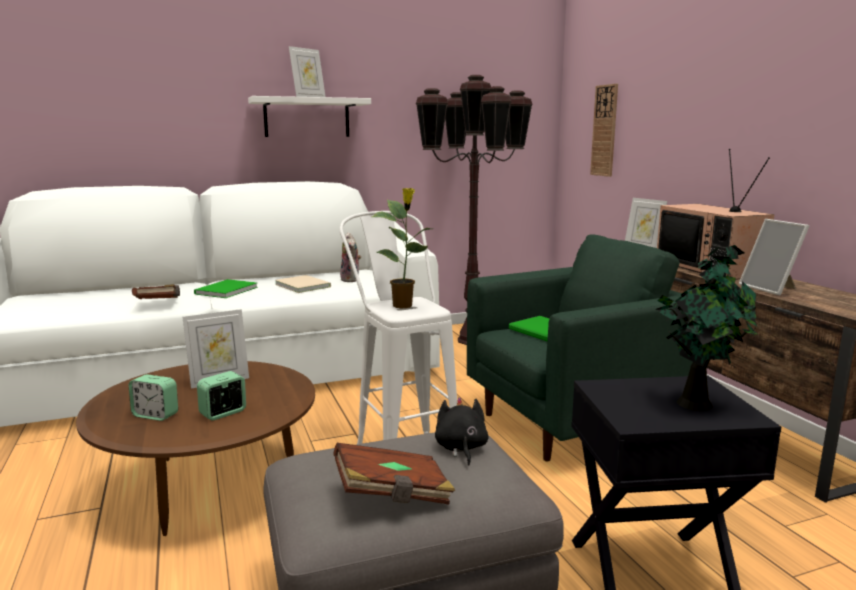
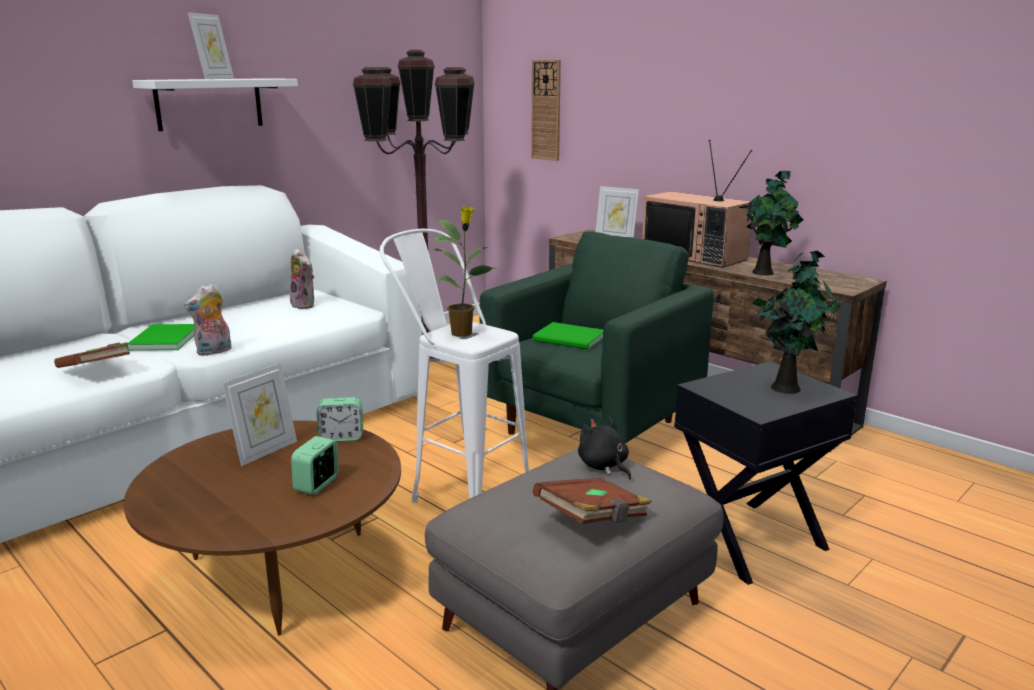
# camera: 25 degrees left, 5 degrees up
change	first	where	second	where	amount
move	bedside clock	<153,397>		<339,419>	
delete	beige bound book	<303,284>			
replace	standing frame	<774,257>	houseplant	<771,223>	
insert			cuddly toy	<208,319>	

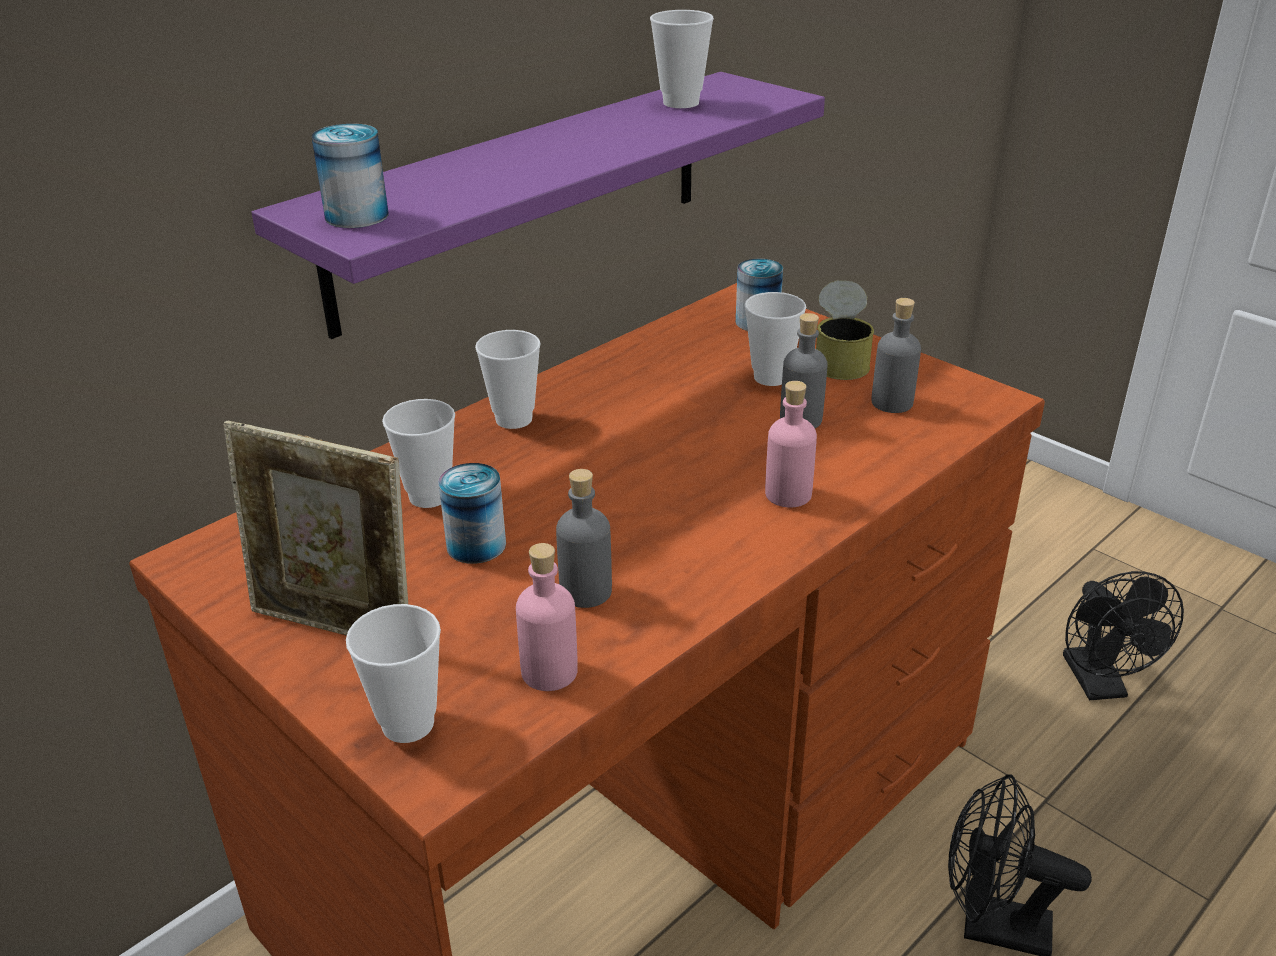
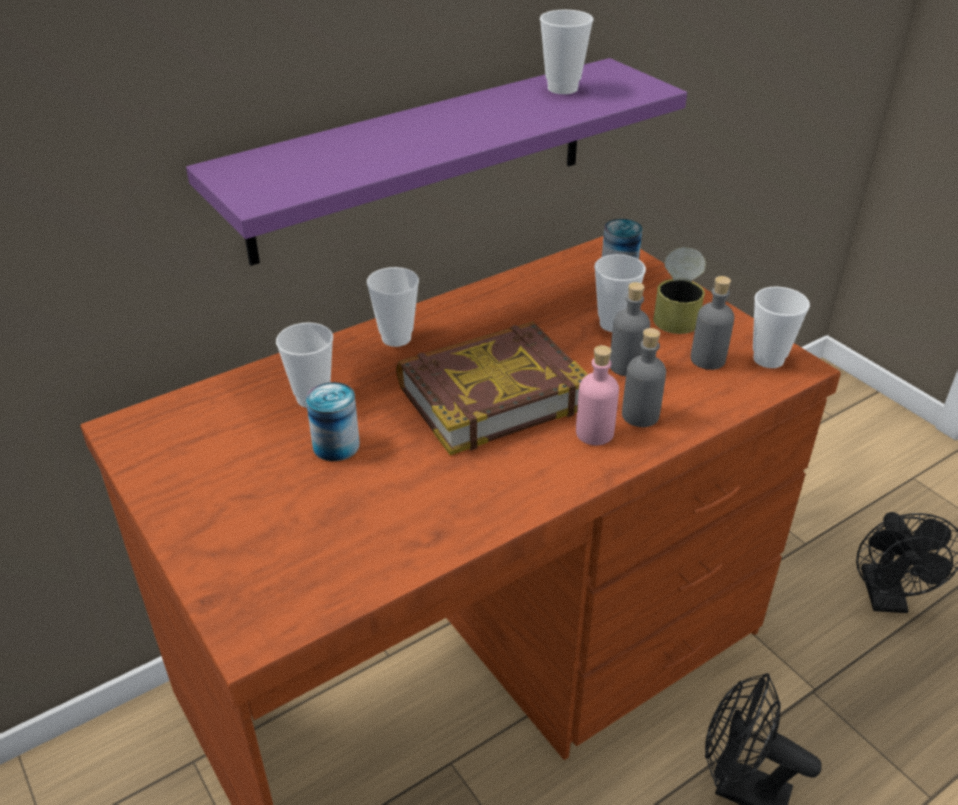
# camera: 10 degrees right, 5 degrees up
change	first	where	second	where	amount
delete	standing frame	<315,528>			
delete	metal can	<350,176>			
move	cup	<393,673>		<781,327>	
delete	pink beverage bottle	<547,617>			
move	grey beverage bottle	<584,538>		<644,377>	
insert			bound book	<492,388>	

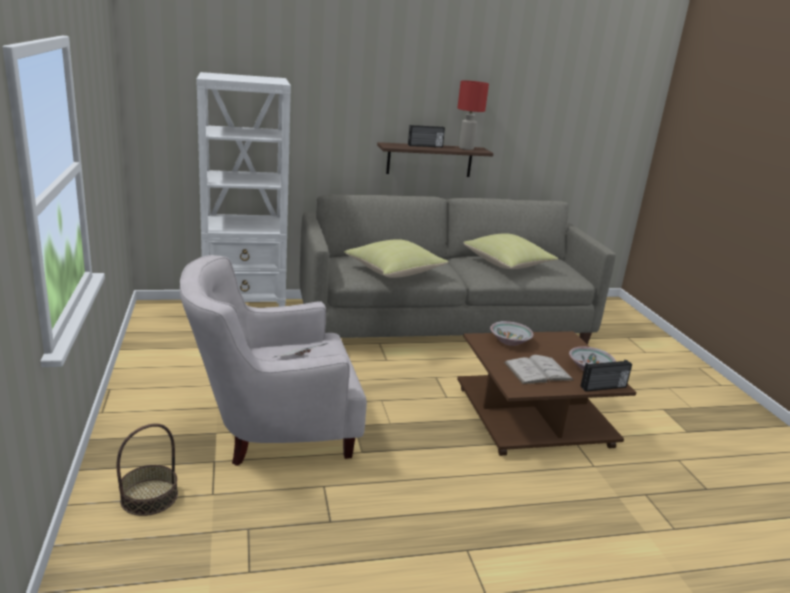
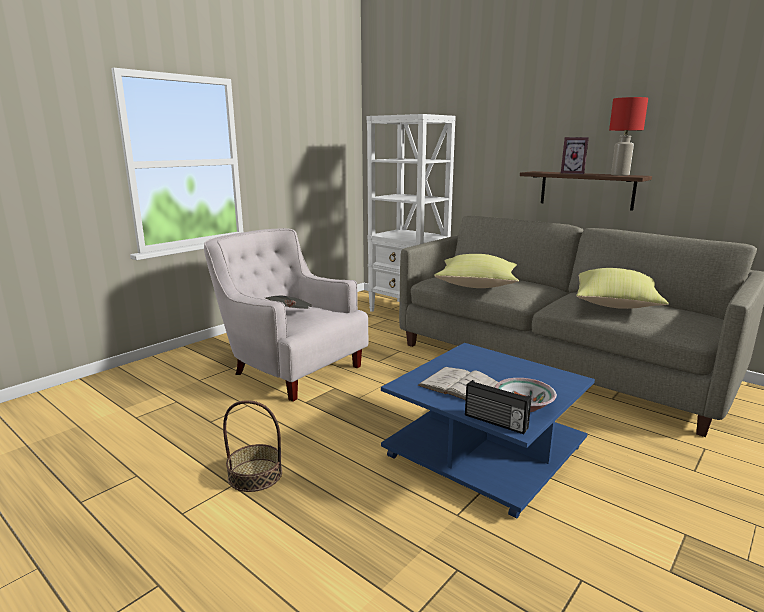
# camera: 55 degrees right, 5 degrees down
change	first	where	second	where	amount
move	basket	<147,470>		<252,446>	
replace	radio set	<426,136>	standing frame	<575,155>	
recolor	brownish low table	<547,393>	blue low table	<488,431>	
delete	serving bowl	<512,333>			

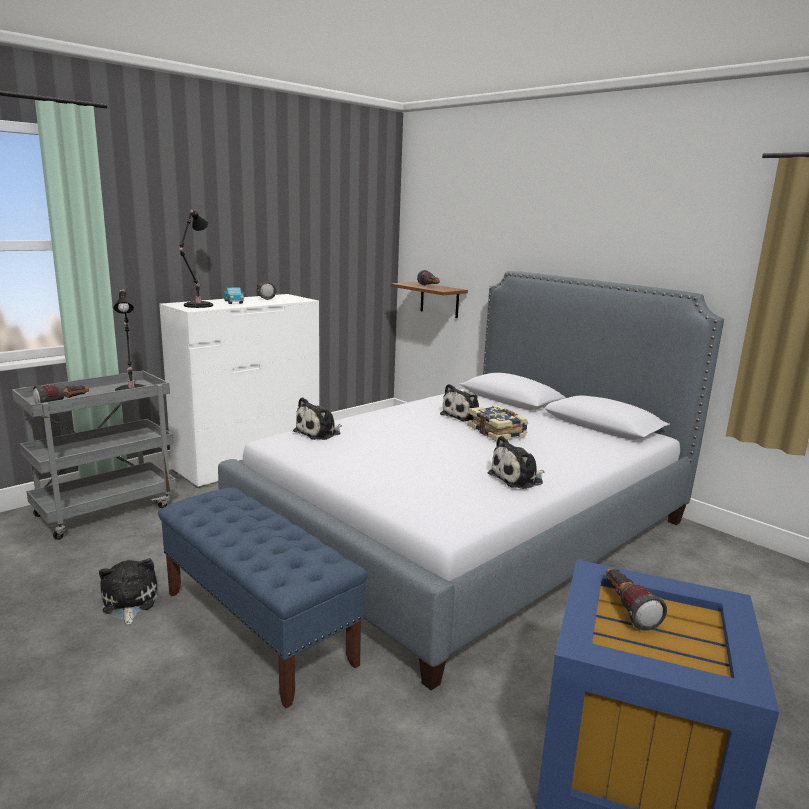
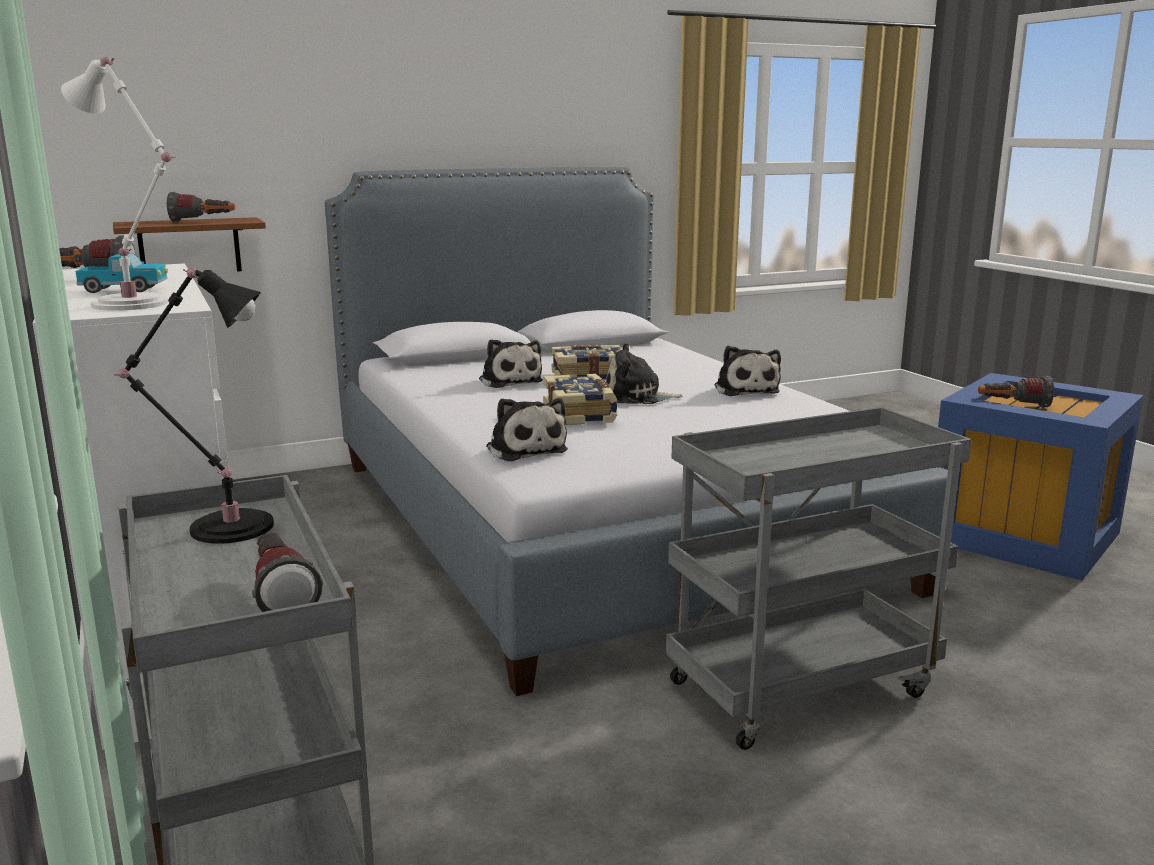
# camera: 70 degrees left, 0 degrees up
change	first	where	second	where	amount
move	cuddly toy	<128,591>		<644,373>	
replace	blue long seat	<263,598>	grey wheeled cart	<818,578>	
recolor	black-coloured tabletop lamp	<196,259>	white tabletop lamp	<118,184>	
insert			bound book	<580,399>	

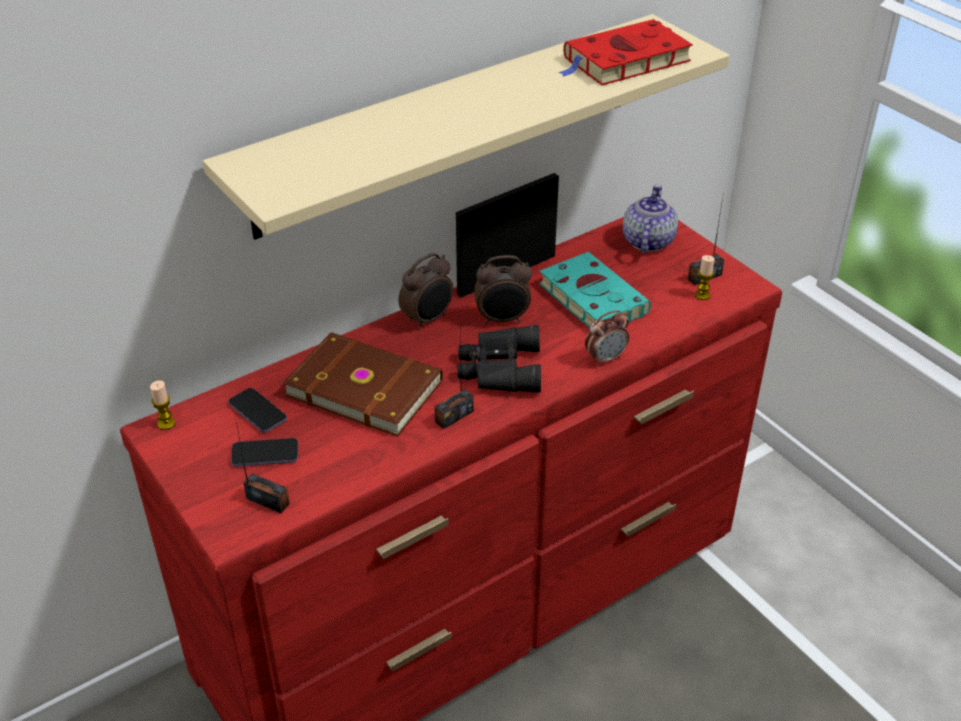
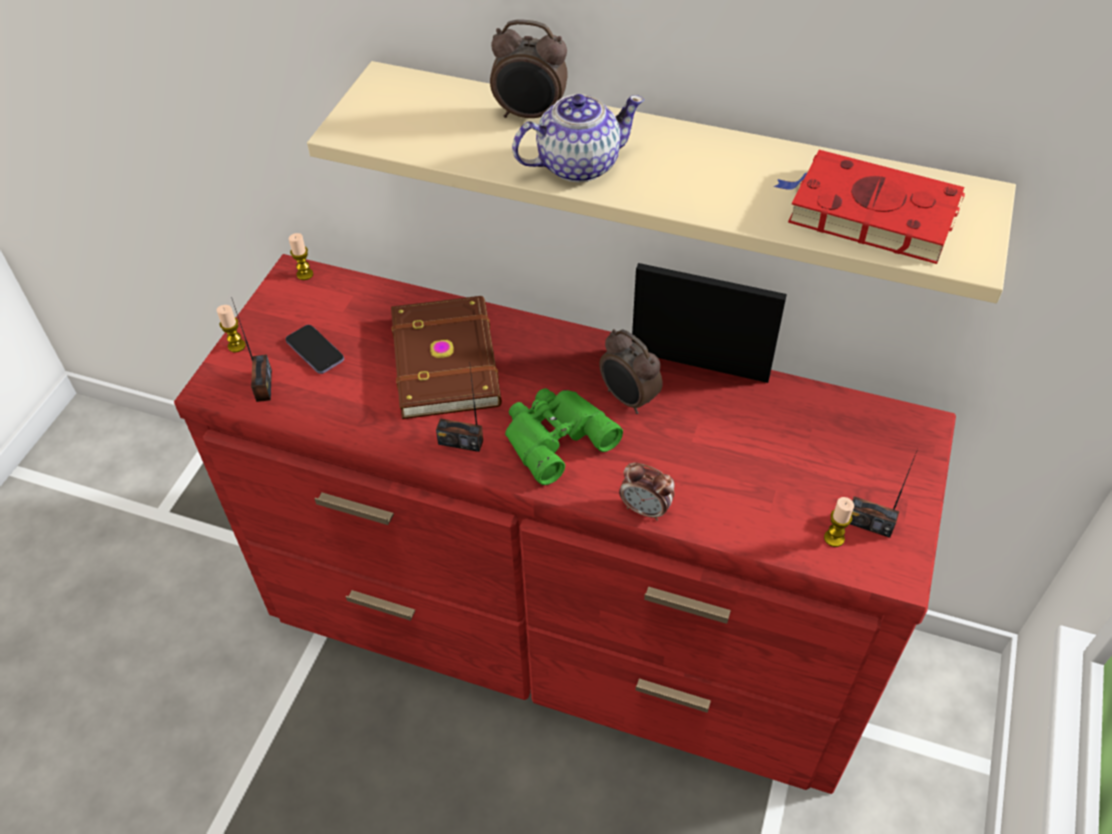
# camera: 55 degrees right, 10 degrees up
change	first	where	second	where	amount
delete	handset	<257,410>			
move	bedside clock	<425,291>		<529,69>	
recolor	black-coloured binoculars	<499,359>	green binoculars	<564,436>	
delete	turquoise bound book	<595,290>			
move	teapot	<650,218>		<578,138>	
insert			wax candle	<231,328>	

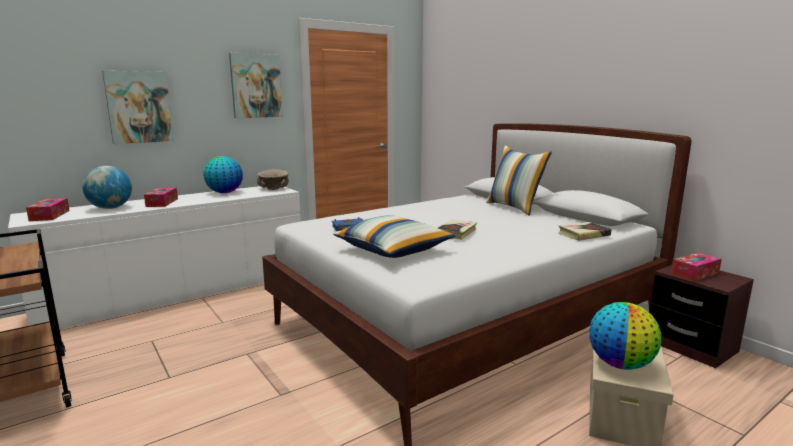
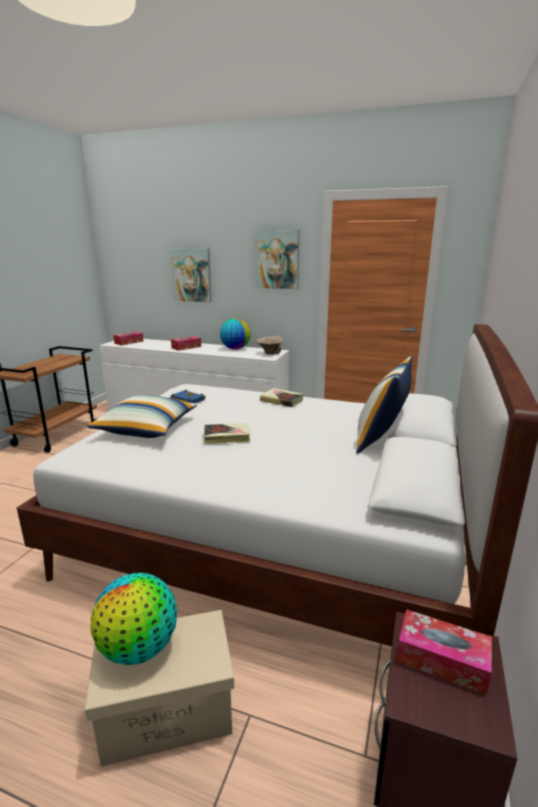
# camera: 55 degrees right, 5 degrees up
change	first	where	second	where	amount
delete	world globe	<107,187>			
move	bound book	<585,231>		<282,397>	

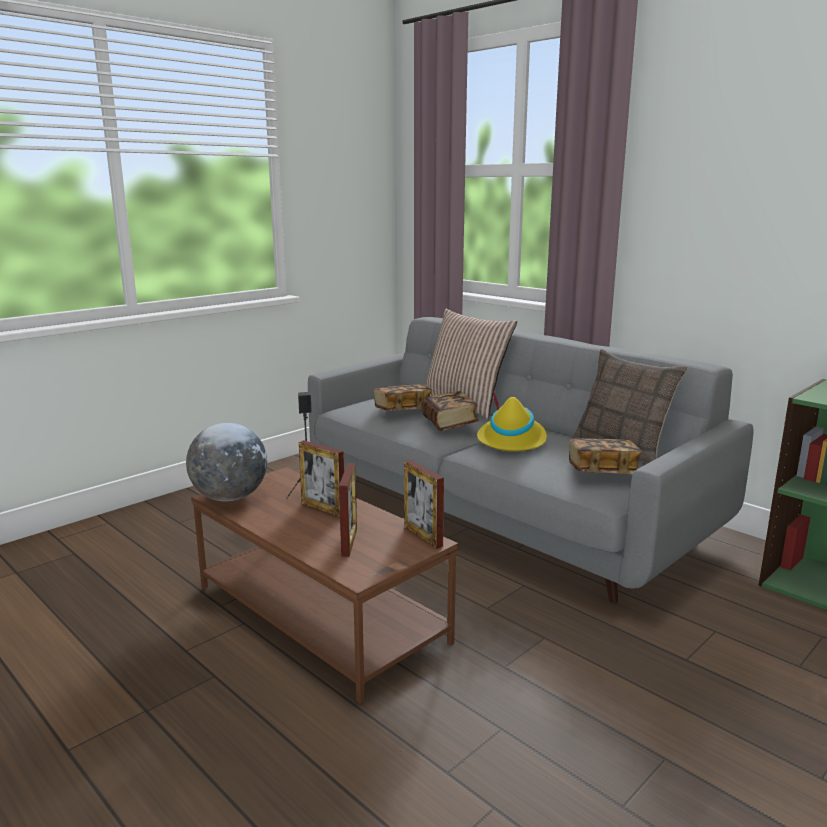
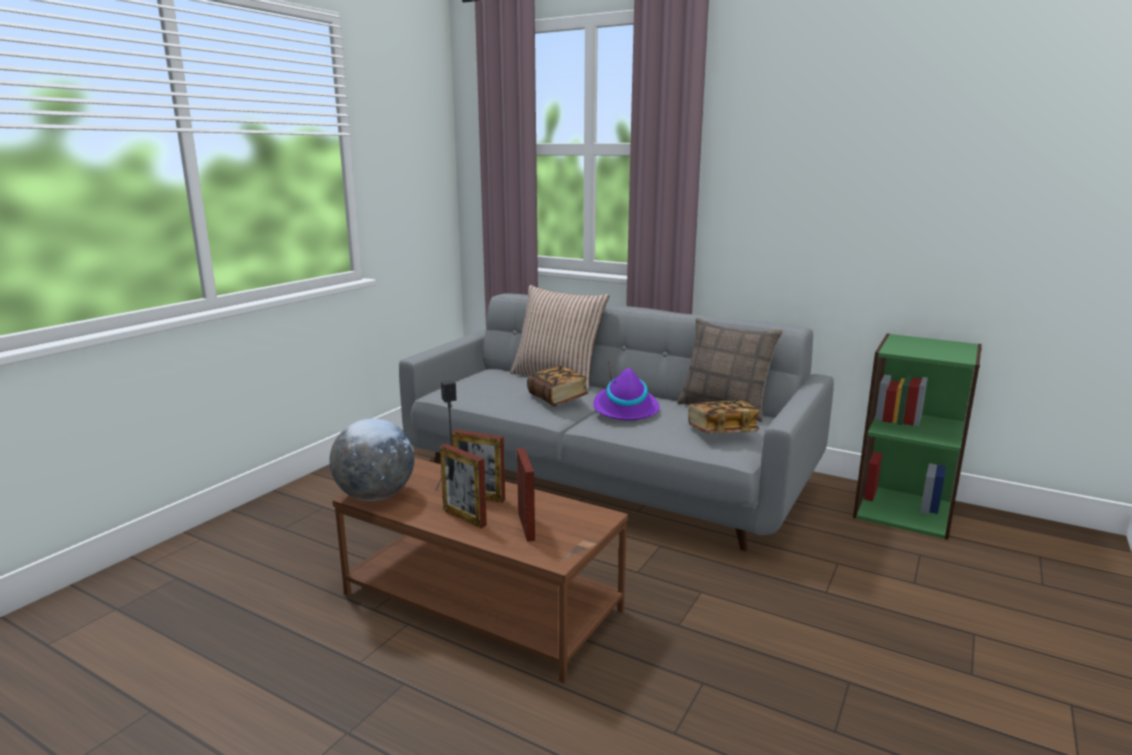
# camera: 15 degrees left, 0 degrees up
change	first	where	second	where	amount
delete	bound book	<403,397>			
move	standing frame	<424,504>		<463,486>	
recolor	yellowish wearable hat	<512,420>	purple wearable hat	<626,391>	

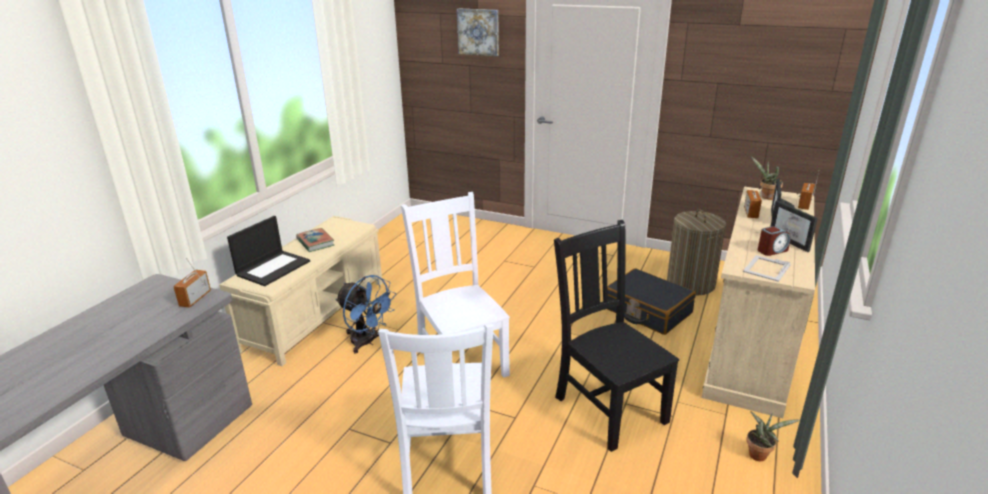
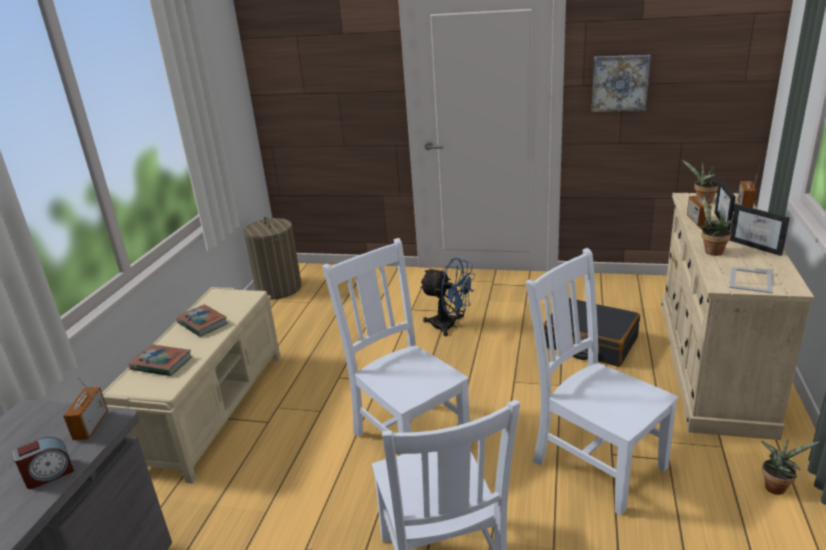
# camera: 10 degrees left, 0 degrees up
change	first	where	second	where	amount
replace	notebook computer	<268,251>	bound book	<160,360>	
move	blue fan	<365,314>		<447,297>	
move	picture	<478,32>		<621,83>	
recolor	black-coloured plain chair	<616,336>	white plain chair	<602,382>	
move	washing basket	<696,252>		<272,257>	
move	bedside clock	<774,241>		<43,463>	
insert			houseplant	<715,226>	

